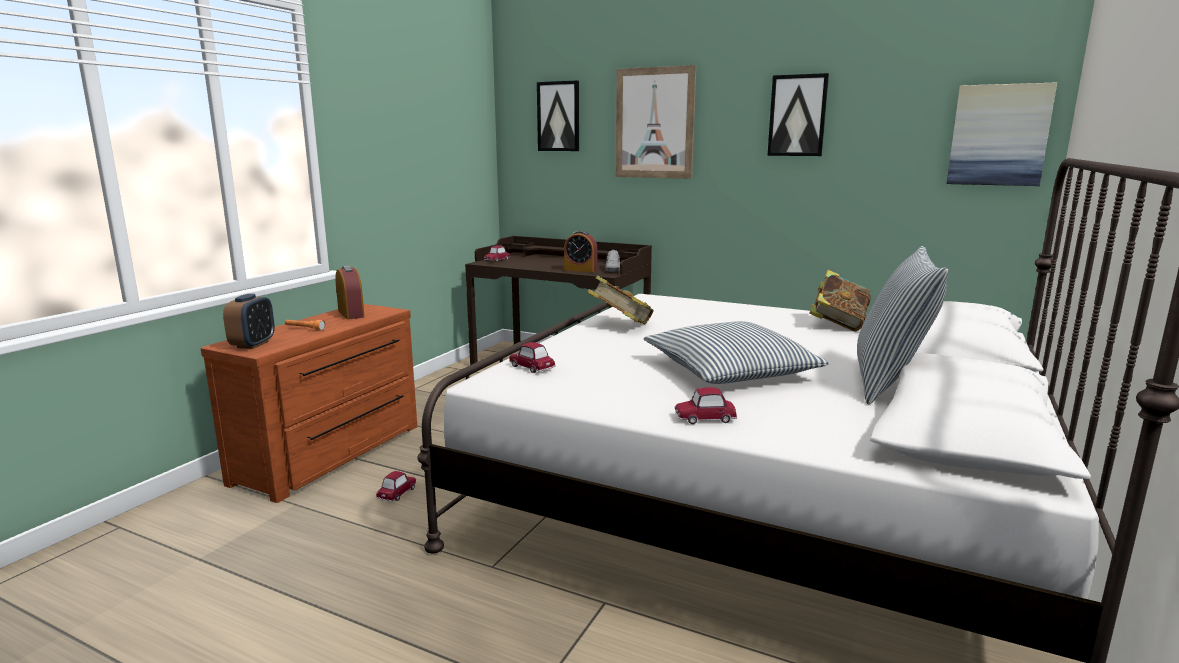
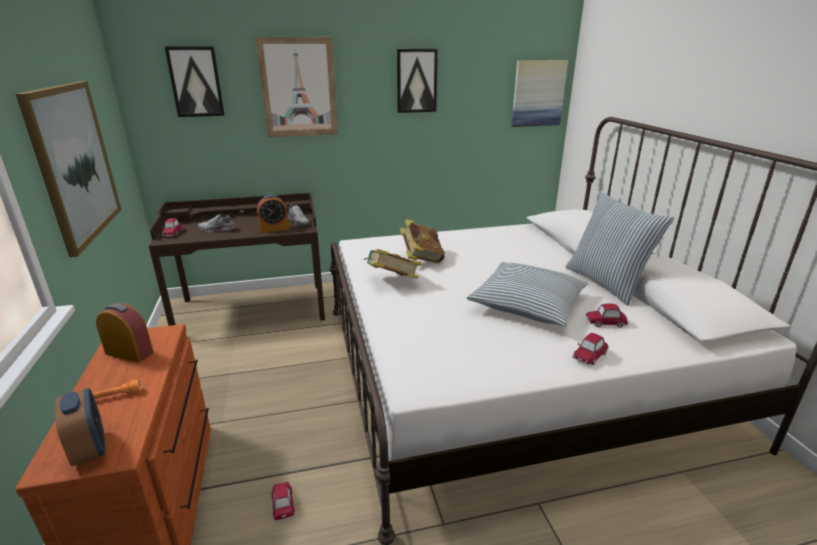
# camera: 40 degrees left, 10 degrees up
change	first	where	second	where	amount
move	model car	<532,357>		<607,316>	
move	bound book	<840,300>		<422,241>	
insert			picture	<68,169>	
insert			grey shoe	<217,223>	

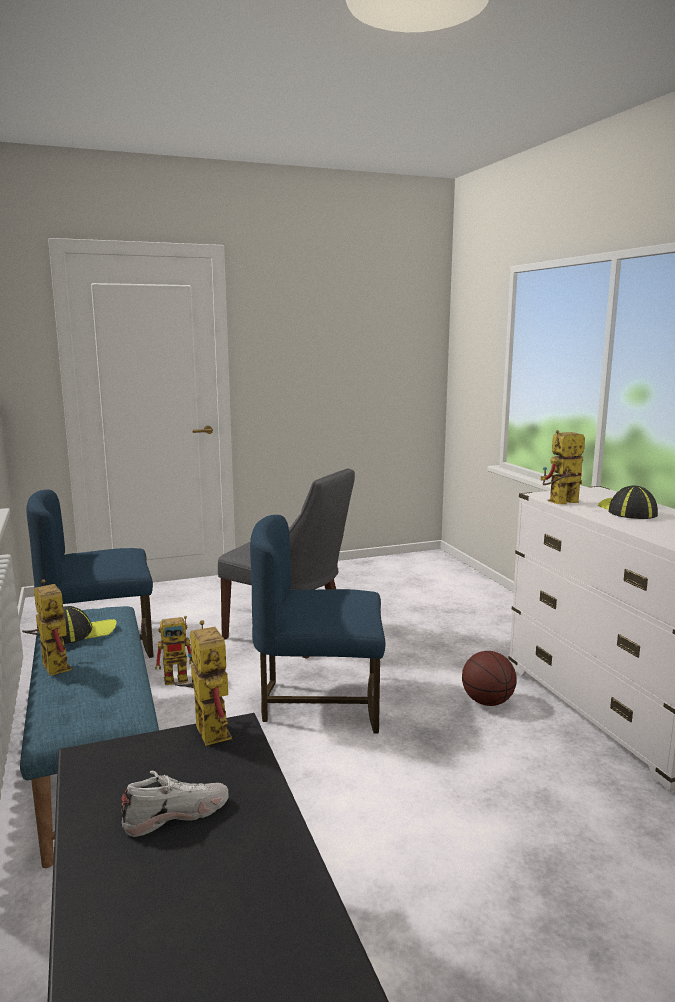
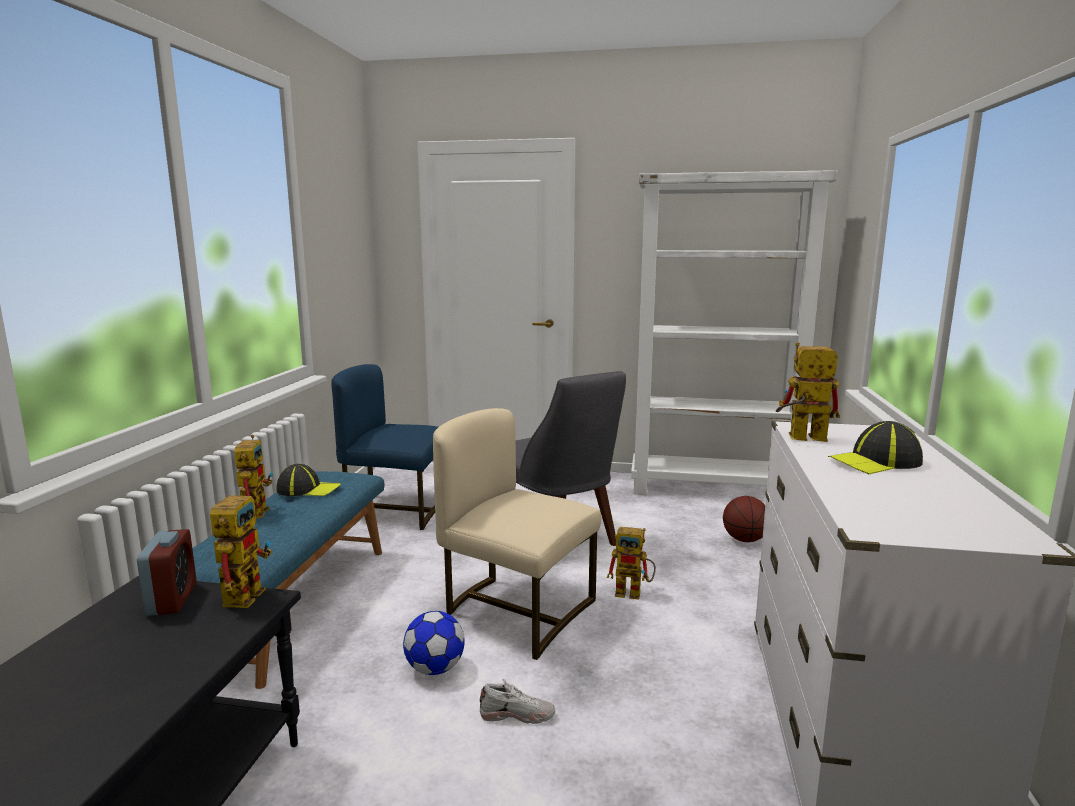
# camera: 30 degrees right, 0 degrees up
change	first	where	second	where	amount
move	white shoe	<175,803>		<517,701>	
move	robot figure	<174,650>		<631,563>	
recolor	blue plain chair	<317,624>	beige plain chair	<517,534>	
move	basketball ball	<489,678>		<744,519>	
rotate	peaked cap	<628,502>		<875,447>	135 degrees counterclockwise
insert			bedside clock	<167,572>	
insert			ball for football	<434,643>	
insert			white bookcase	<734,332>	

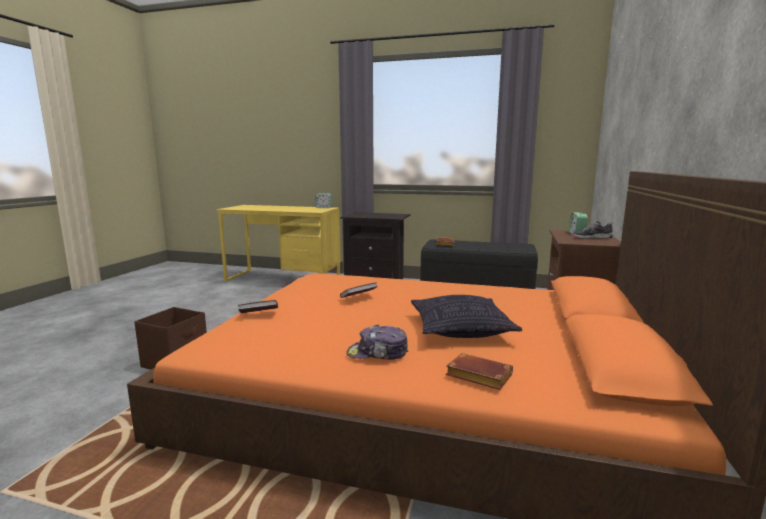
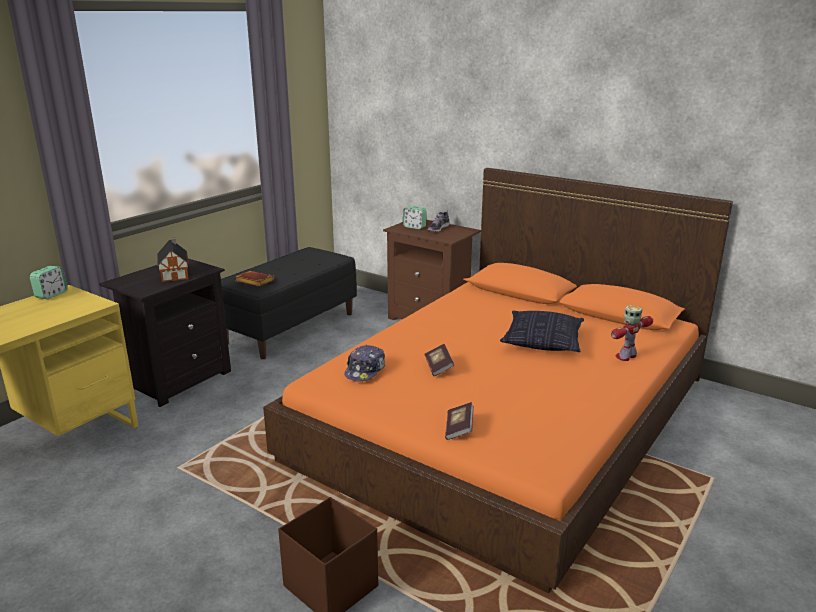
# camera: 70 degrees left, 10 degrees up
change	first	where	second	where	amount
move	peaked cap	<377,342>		<364,363>	
replace	brownish bound book	<479,371>	robot figure	<632,333>	
insert			model house	<173,260>	

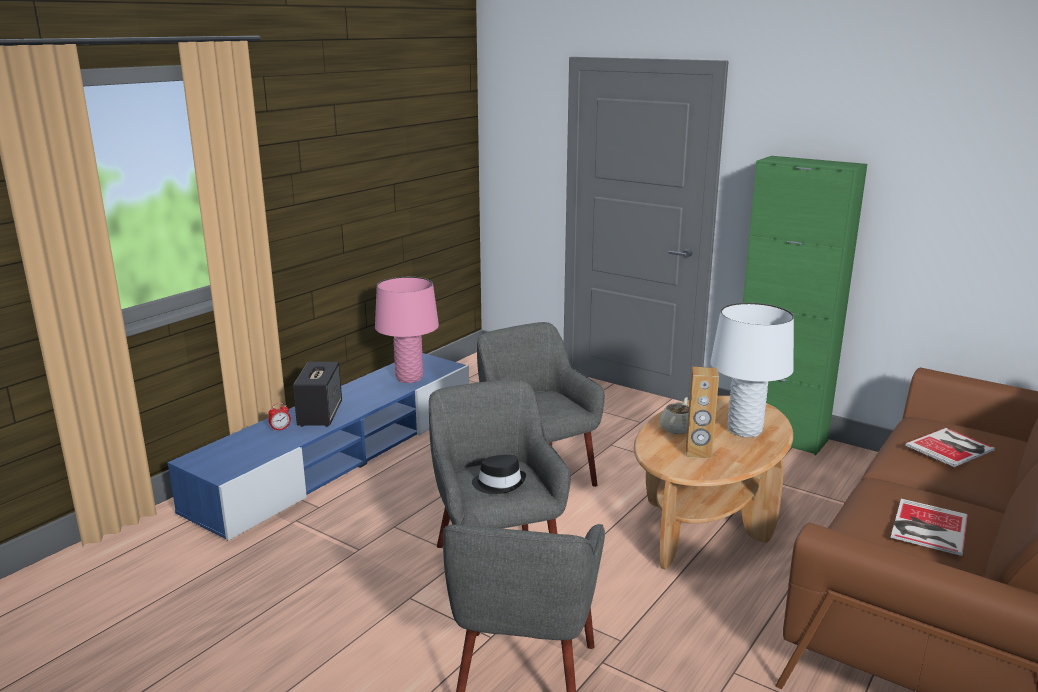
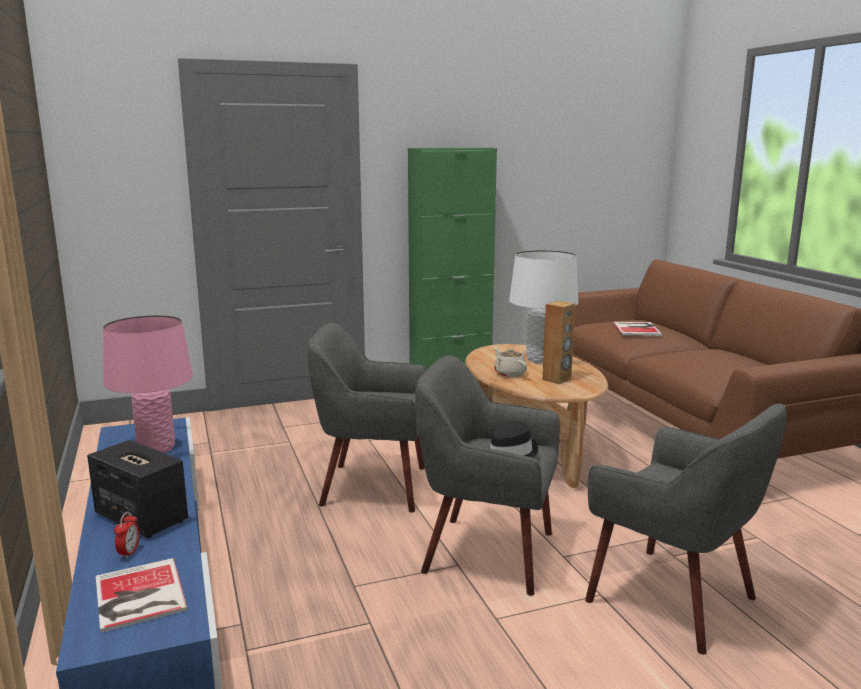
# camera: 55 degrees left, 5 degrees down
change	first	where	second	where	amount
move	bound book	<929,527>		<142,595>	

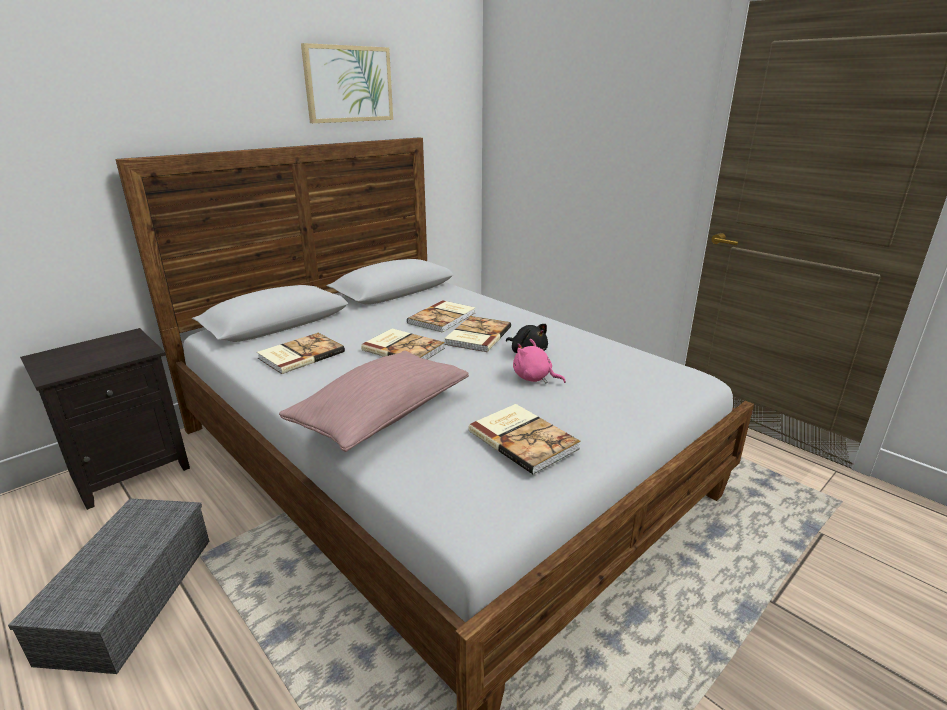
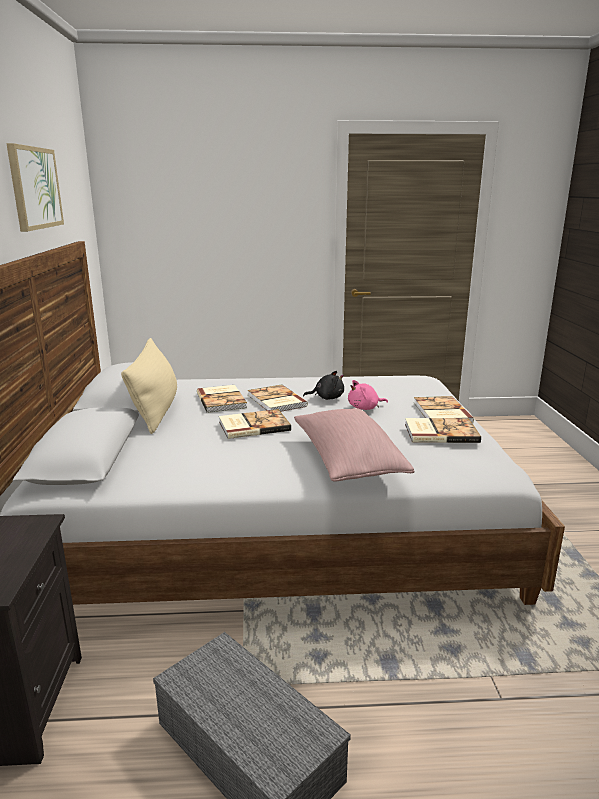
# camera: 50 degrees left, 5 degrees down
change	first	where	second	where	amount
move	bound book	<301,353>		<444,409>	
insert			beige pillow	<149,386>	

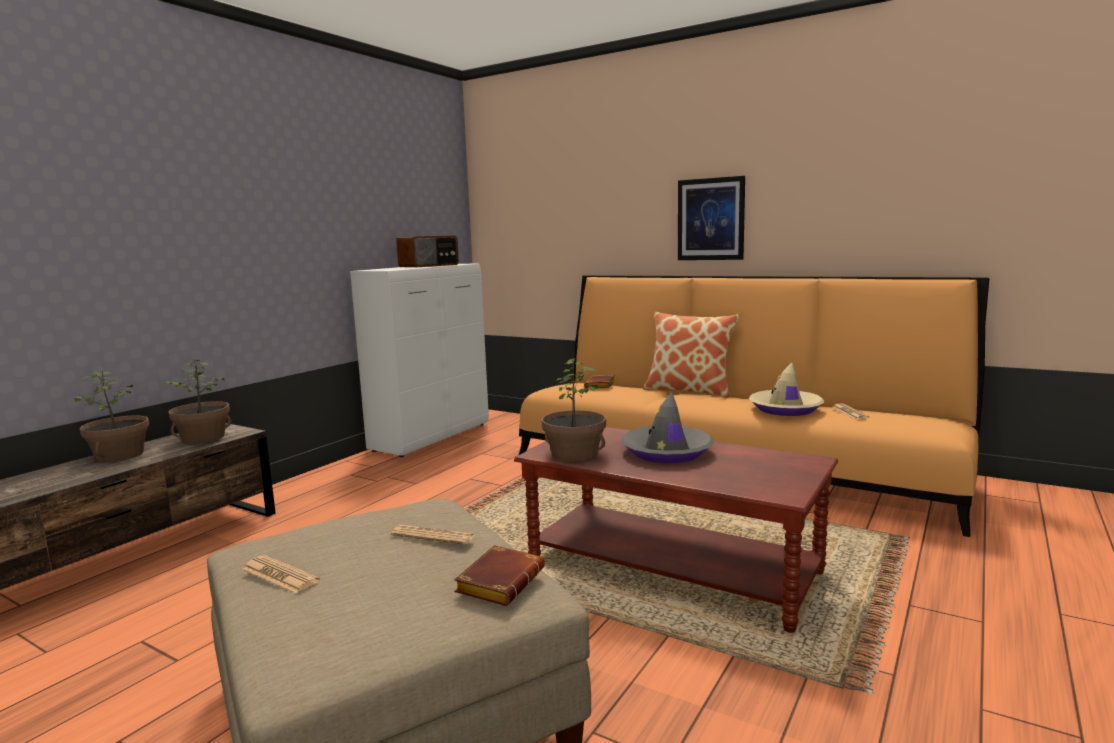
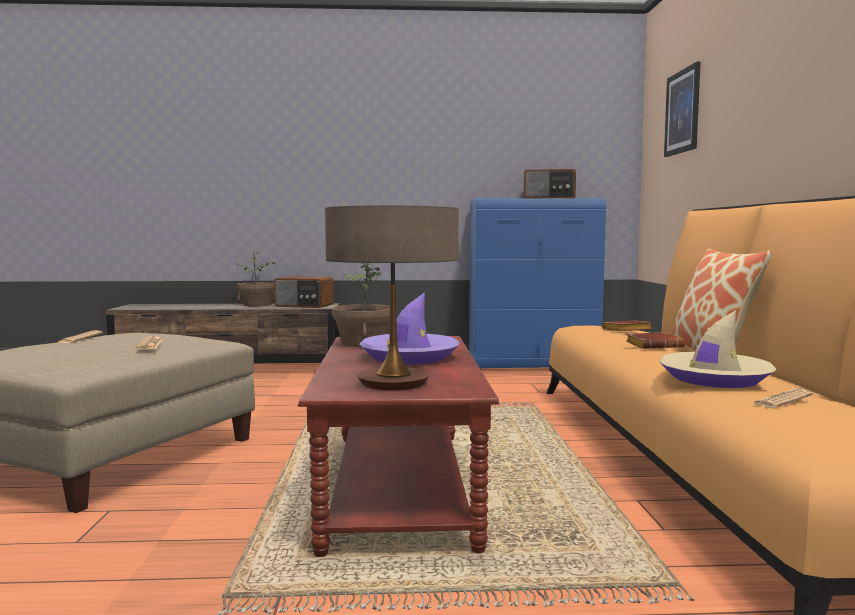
# camera: 55 degrees right, 5 degrees down
change	first	where	second	where	amount
replace	houseplant	<197,402>	radio set	<304,292>	
recolor	white cupboard	<419,360>	blue cupboard	<537,284>	
move	brownish bound book	<499,575>		<655,340>	
recolor	grey wearable hat	<667,427>	purple wearable hat	<409,328>	
move	picture	<711,218>		<682,109>	
insert			tabletop lamp	<392,297>	

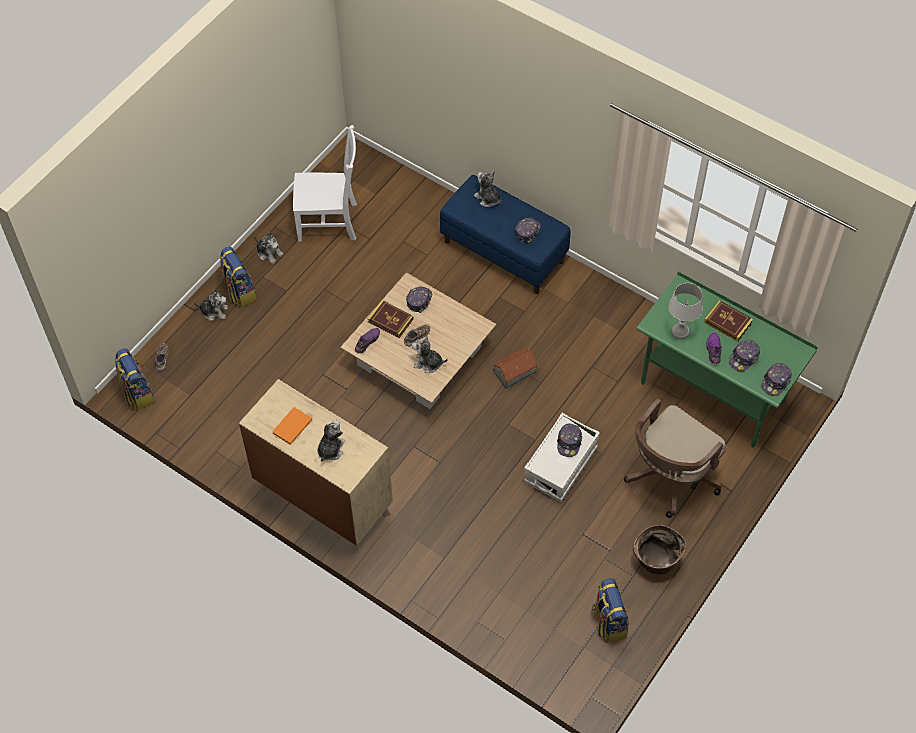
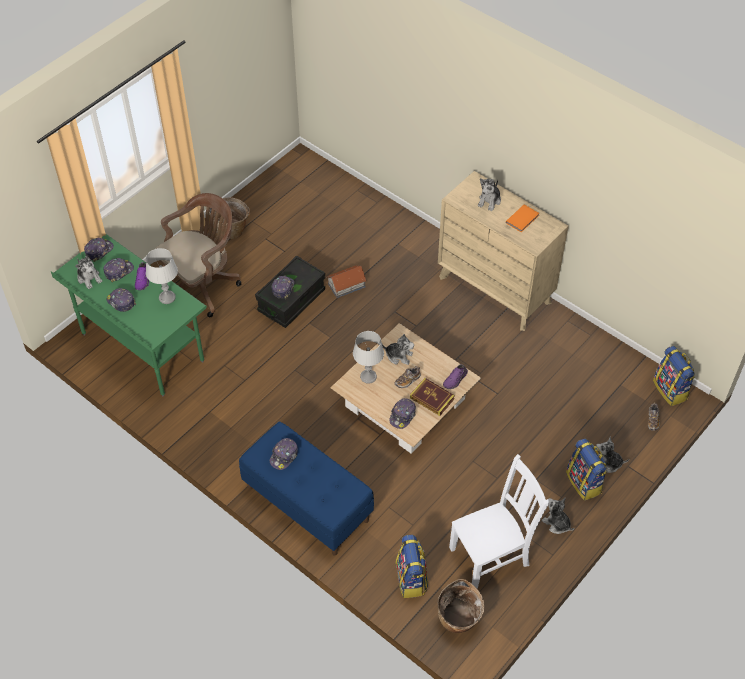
# camera: 175 degrees left, 5 degrees down
change	first	where	second	where	amount
rotate	white plain chair	<325,183>		<499,521>	150 degrees clockwise
move	cuddly toy	<488,189>		<89,272>	
move	model house	<515,368>		<346,281>	
recolor	white storage box	<562,457>	black-coloured storage box	<290,291>	
move	knapsack	<610,610>		<412,566>	
replace	bound book	<728,321>	peaked cap	<121,300>	
insert			grey tabletop lamp	<368,357>	
insert			basket	<461,606>	

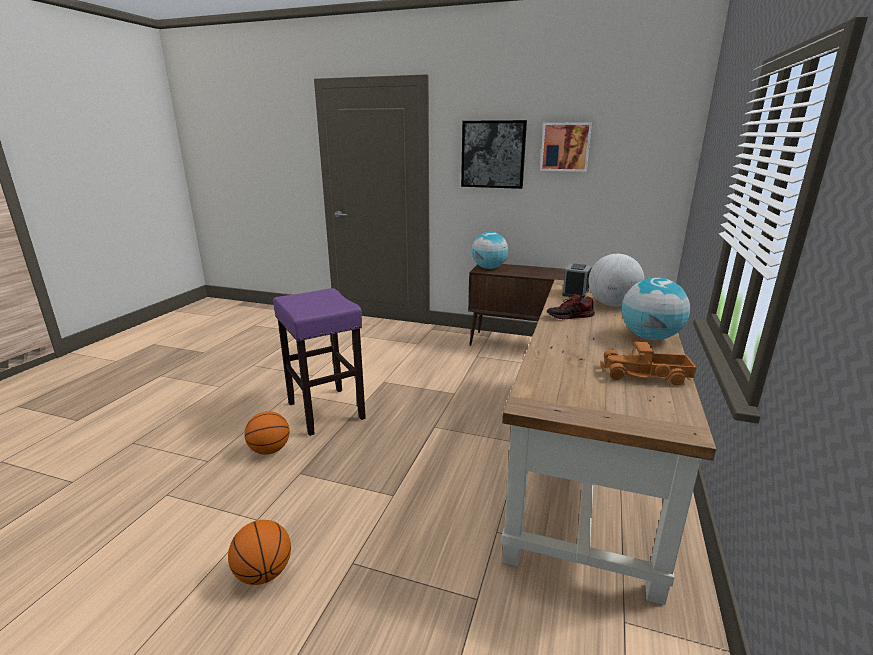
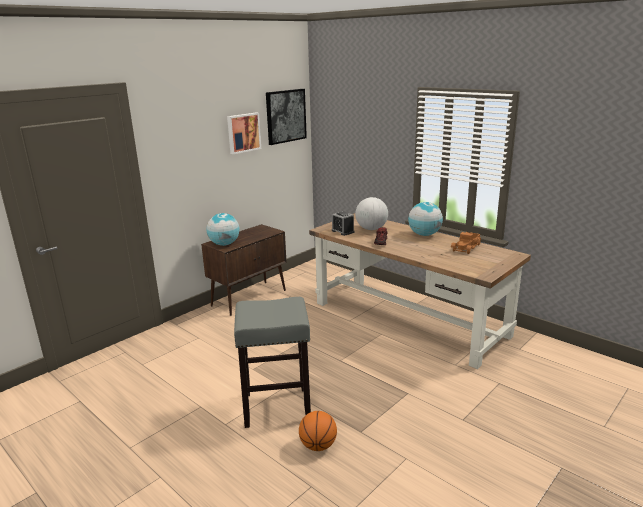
# camera: 65 degrees left, 0 degrees up
change	first	where	second	where	amount
delete	basketball ball	<259,552>			
recolor	purple stool	<319,362>	grey stool	<272,362>	
move	picture	<494,154>		<286,117>	

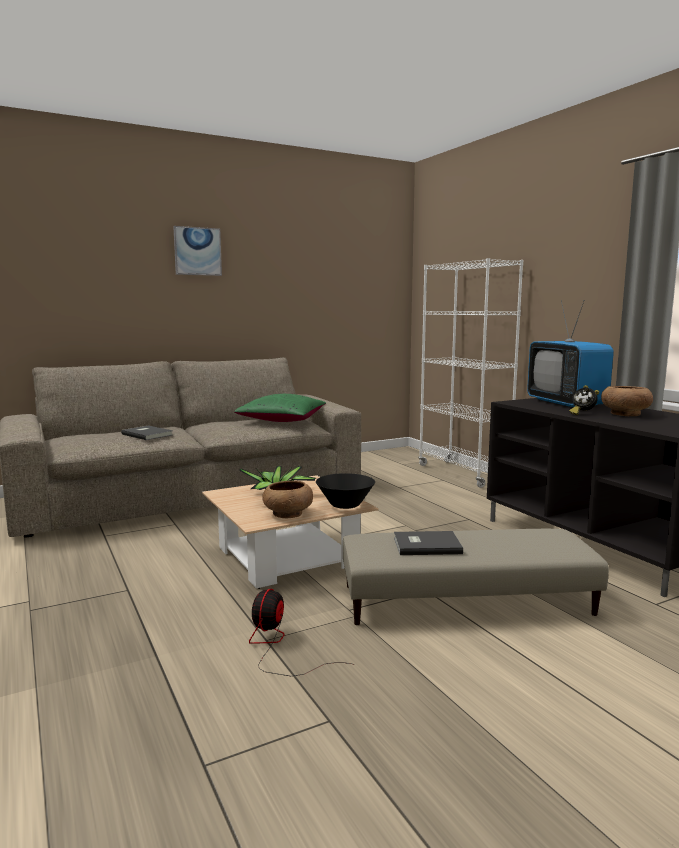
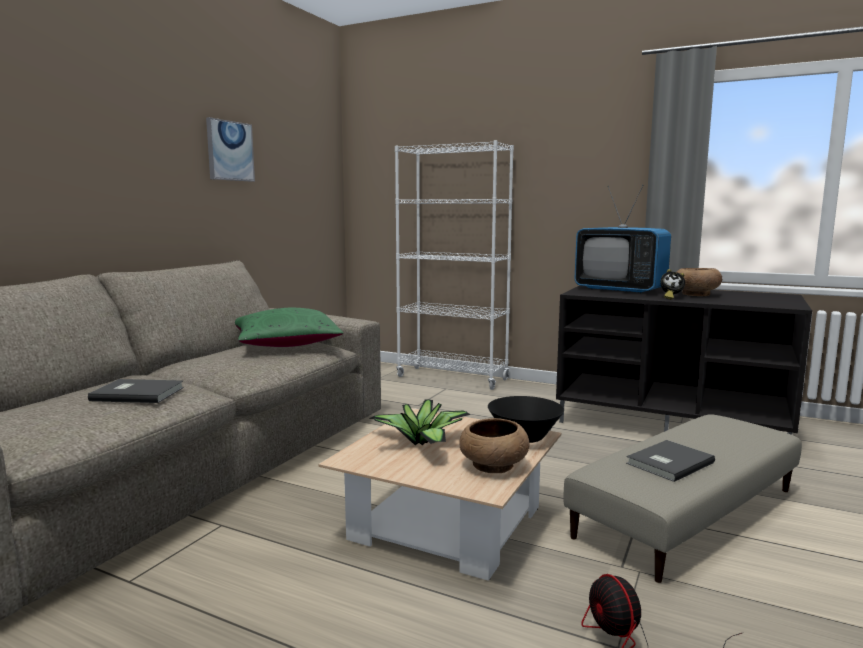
# camera: 35 degrees left, 0 degrees up
change	first	where	second	where	amount
move	picture	<197,251>		<230,149>	

